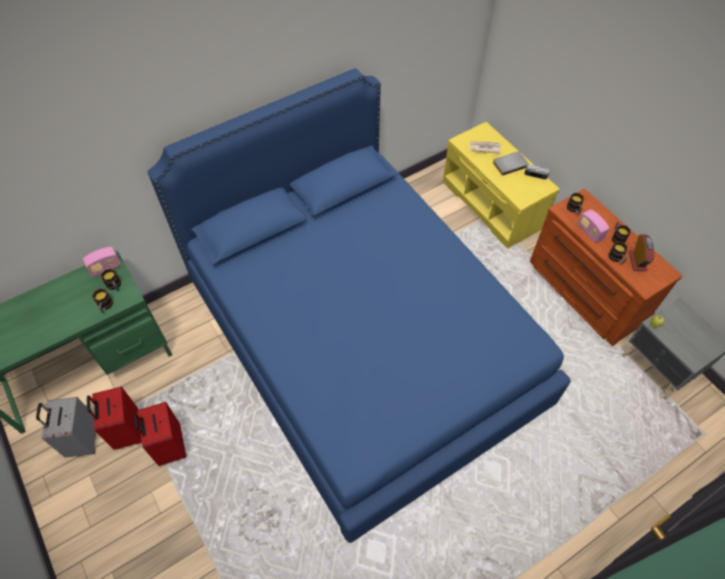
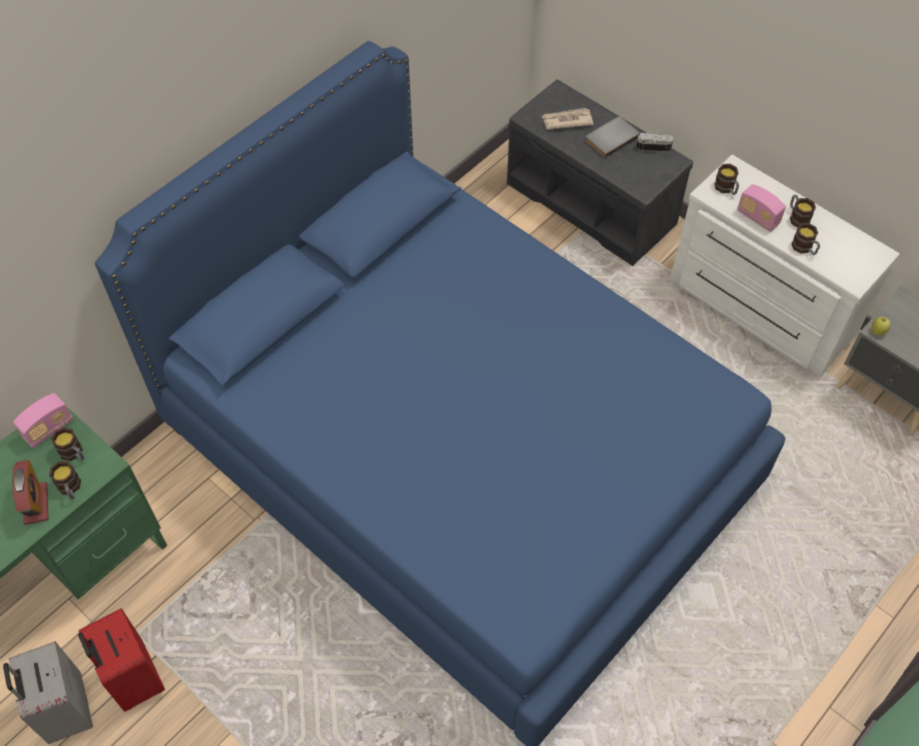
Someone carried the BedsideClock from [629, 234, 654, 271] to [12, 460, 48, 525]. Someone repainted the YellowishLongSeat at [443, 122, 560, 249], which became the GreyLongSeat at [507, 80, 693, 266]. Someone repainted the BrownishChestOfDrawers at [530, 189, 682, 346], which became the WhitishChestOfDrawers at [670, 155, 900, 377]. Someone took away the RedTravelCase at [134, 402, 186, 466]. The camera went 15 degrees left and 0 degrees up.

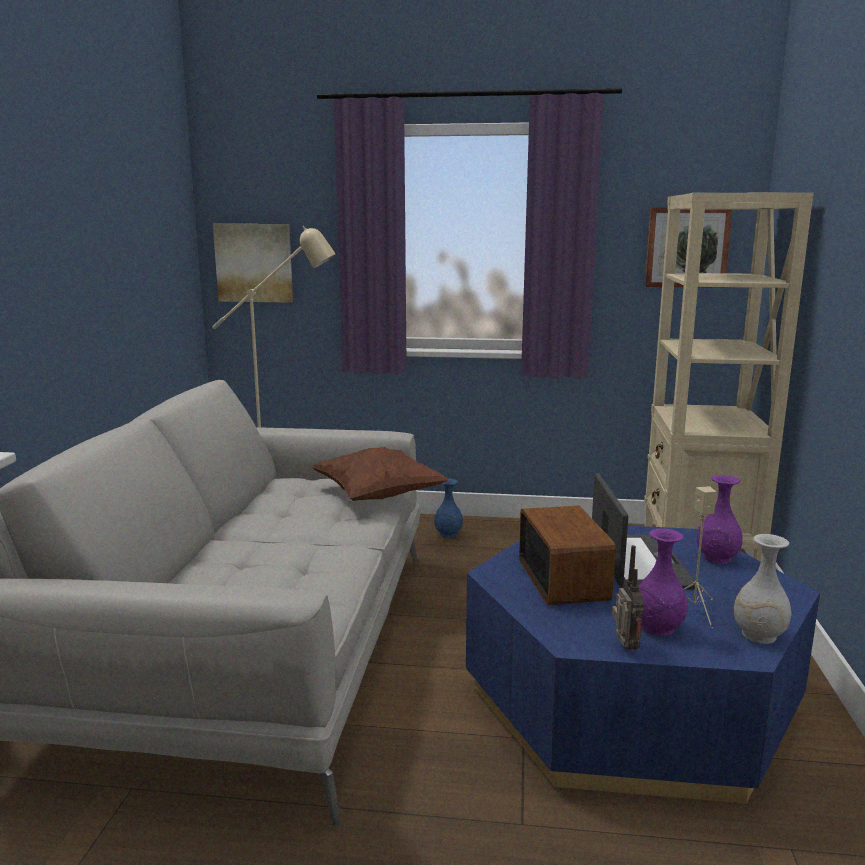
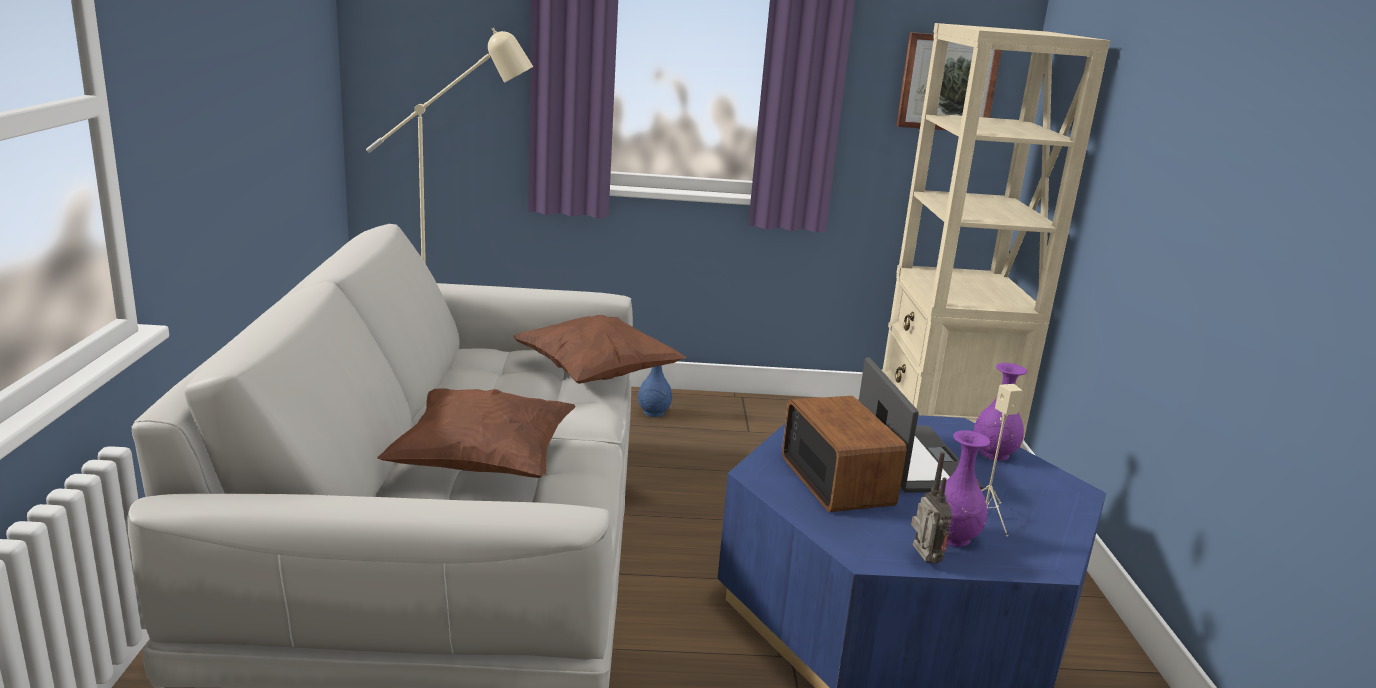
Someone put down the BrownishThrowPillow at [377, 389, 576, 478]. Someone took away the WallPicture at [213, 224, 293, 303]. Someone took away the WhitishDecorativeVase at [734, 534, 791, 644]. The camera went 10 degrees left and 5 degrees up.

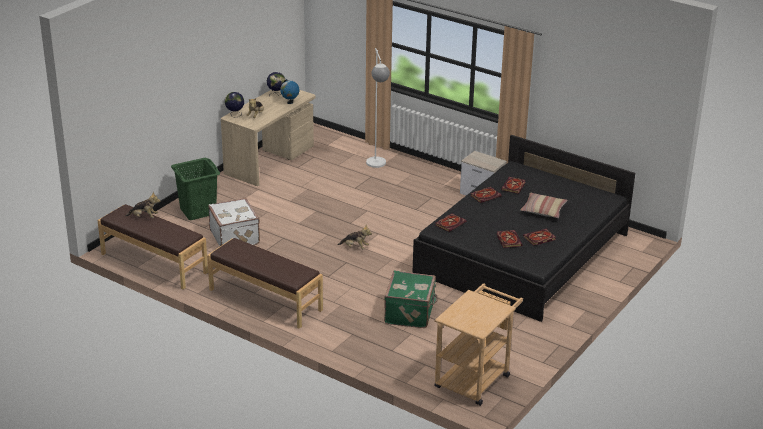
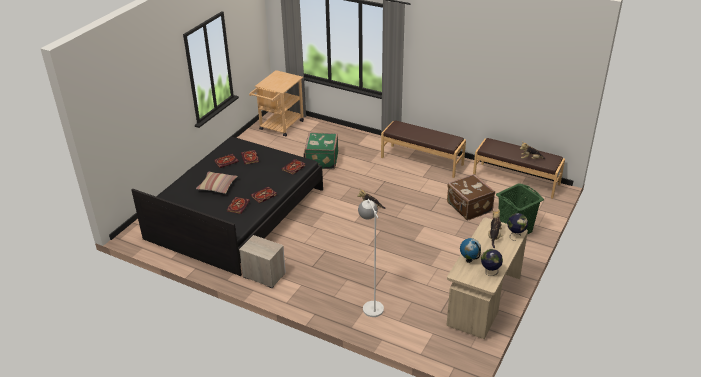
Someone repainted the WhitishTravelCase at [208, 198, 260, 246], which became the BrownishTravelCase at [447, 174, 495, 220]. The camera went 175 degrees right and 5 degrees up.

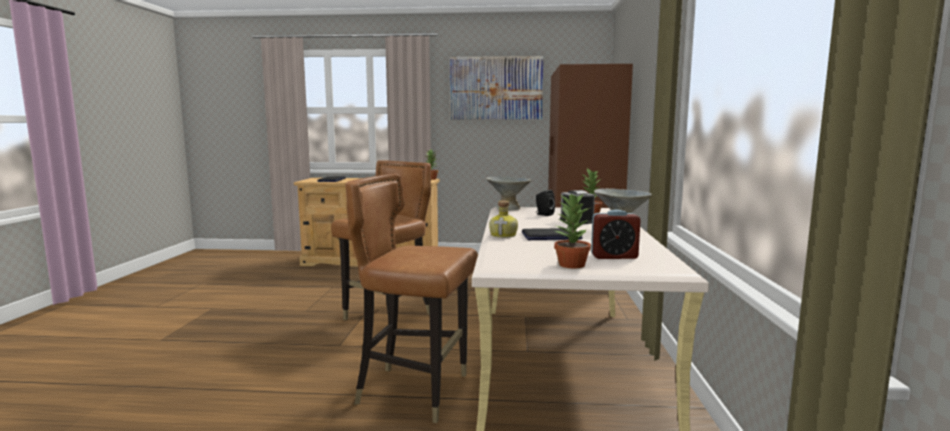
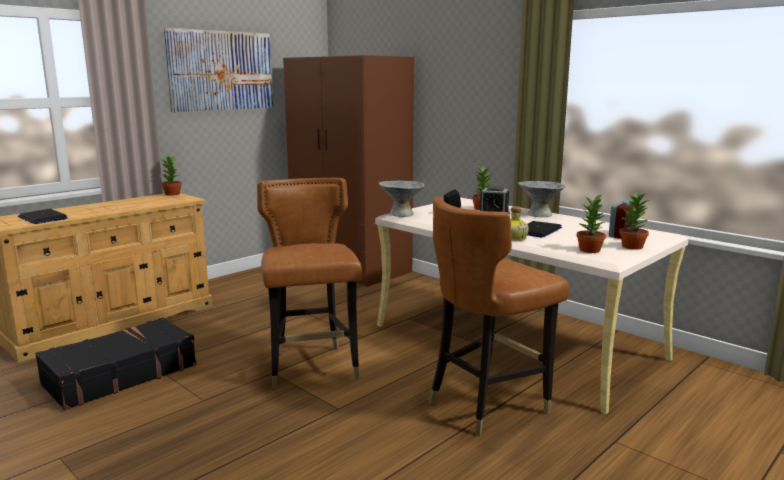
Someone put down the BlackishTravelCase at [35, 317, 197, 410]. Someone put down the Houseplant at [577, 194, 607, 253]. The camera went 50 degrees left and 5 degrees up.

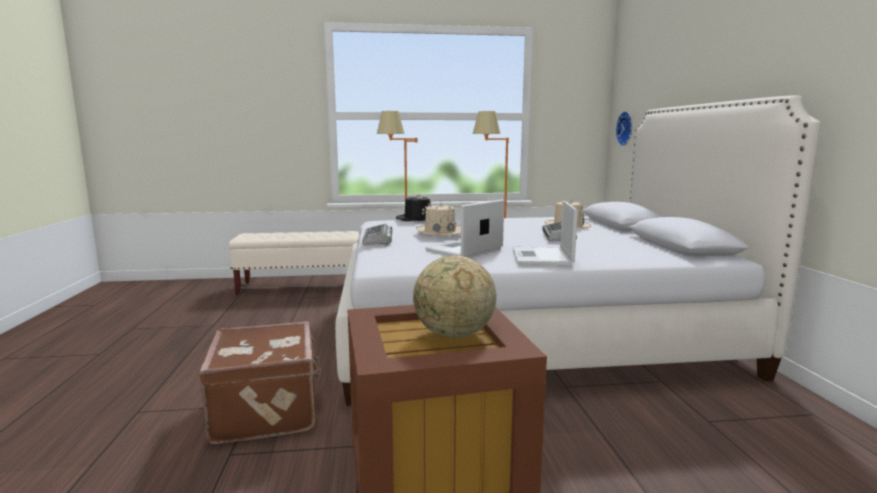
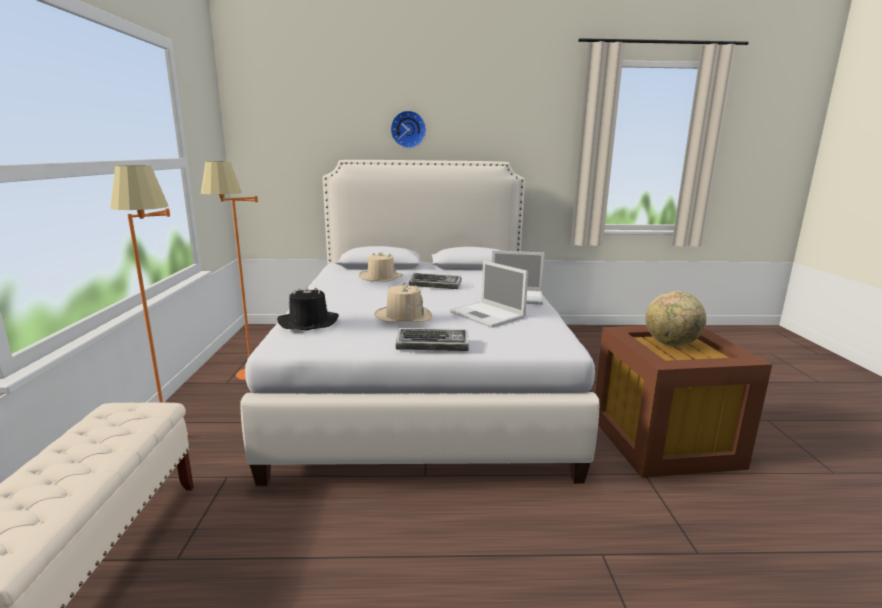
Someone carried the HangingClock from [616, 111, 632, 146] to [390, 110, 426, 148]. Someone took away the BrownishTravelCase at [199, 321, 321, 444]. The camera went 85 degrees left and 5 degrees up.

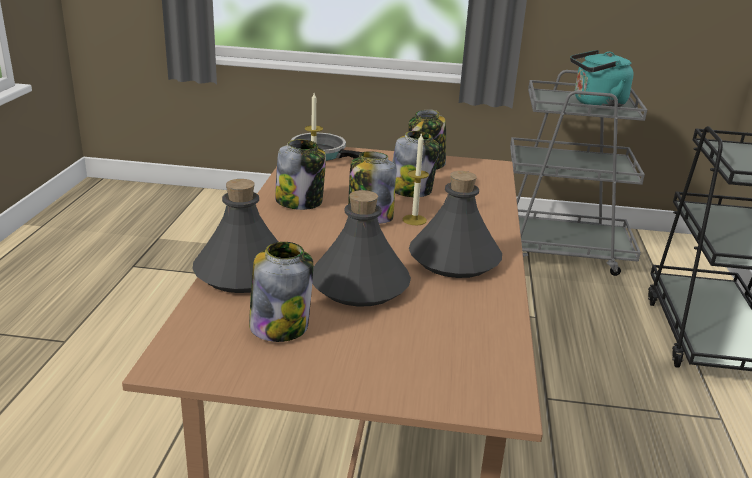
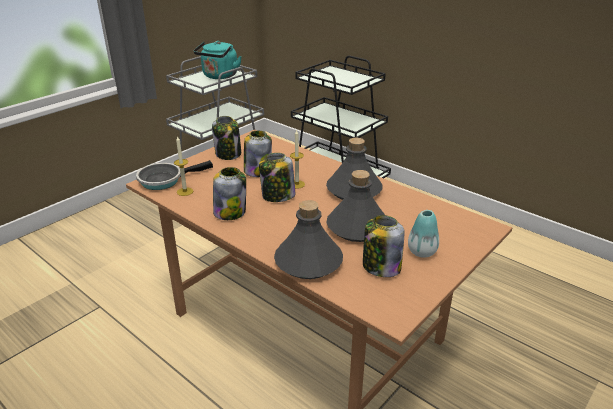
Someone put down the DecorativeVase at [408, 210, 439, 258]. The camera went 55 degrees left and 5 degrees up.

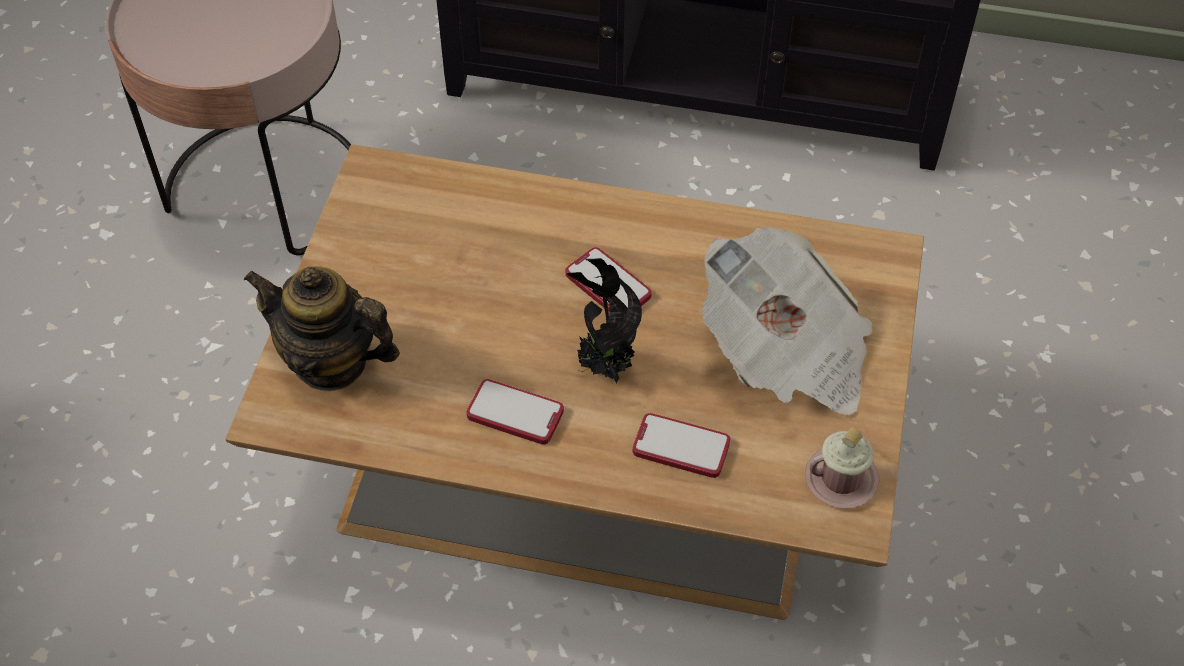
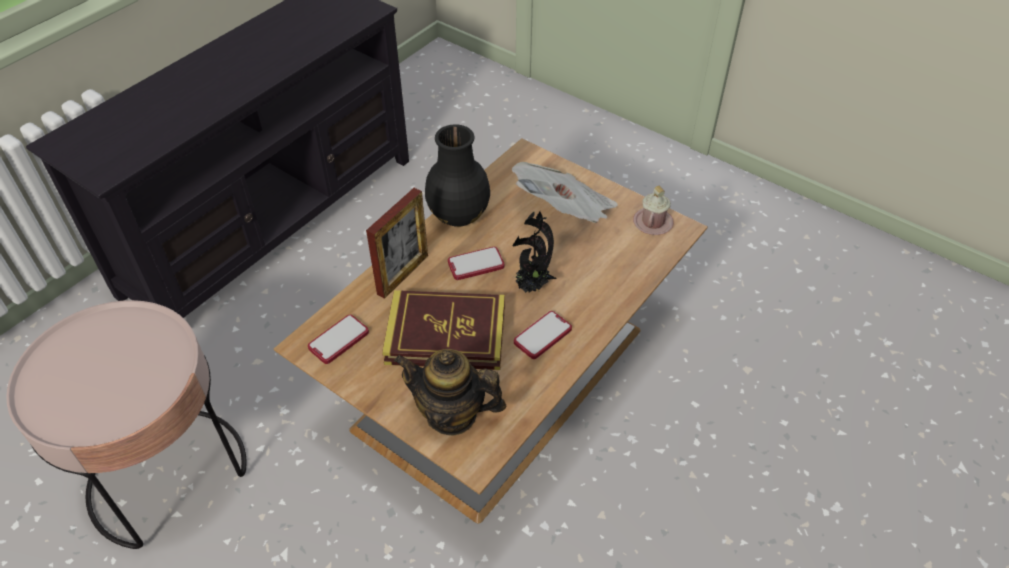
Someone carried the Telephone from [633, 413, 730, 478] to [308, 315, 369, 364]. Someone put down the PictureFrame at [366, 188, 428, 299]. Someone put down the BoundBook at [382, 290, 505, 370]. Someone rotated the Teapot at [244, 266, 400, 391] by 60 degrees clockwise. Someone put down the BlackishDecorativeVase at [425, 124, 490, 227]. The camera went 65 degrees left and 5 degrees down.

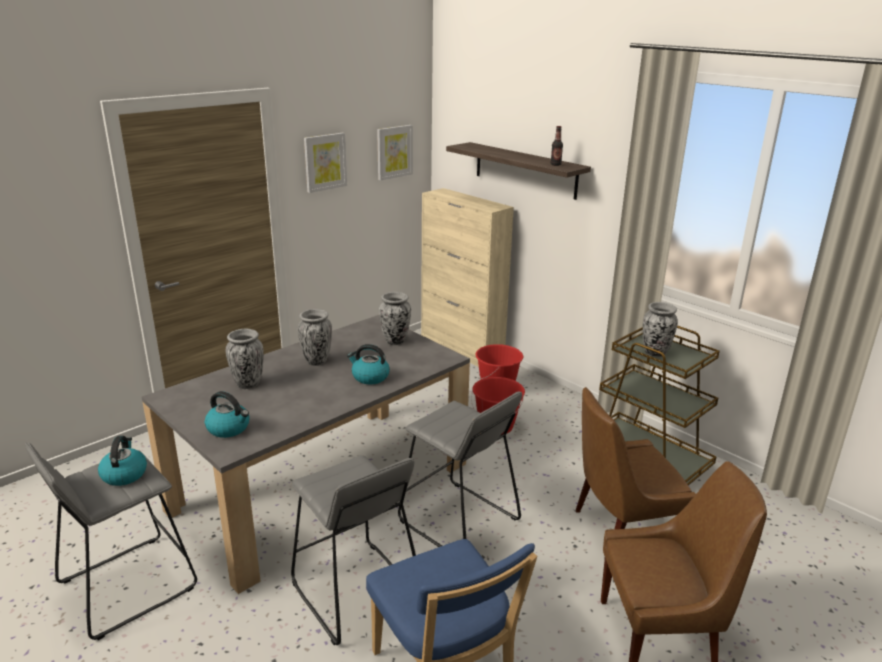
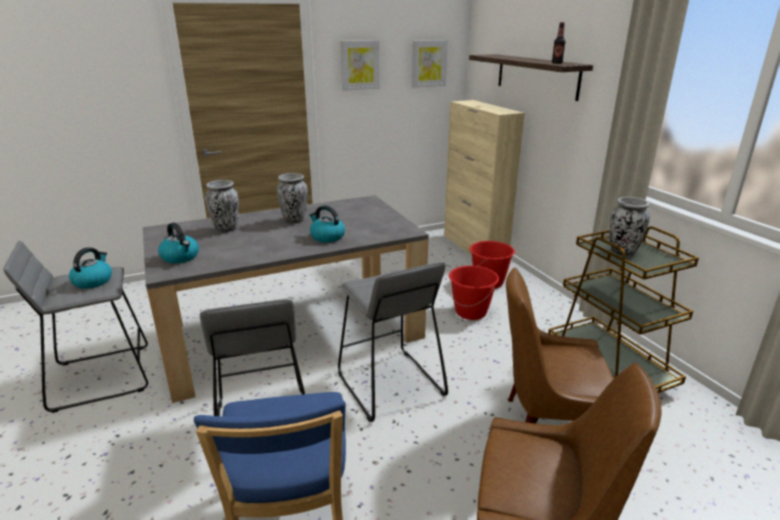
Someone took away the DecorativeVase at [379, 292, 411, 345]. The camera went 20 degrees right and 0 degrees up.

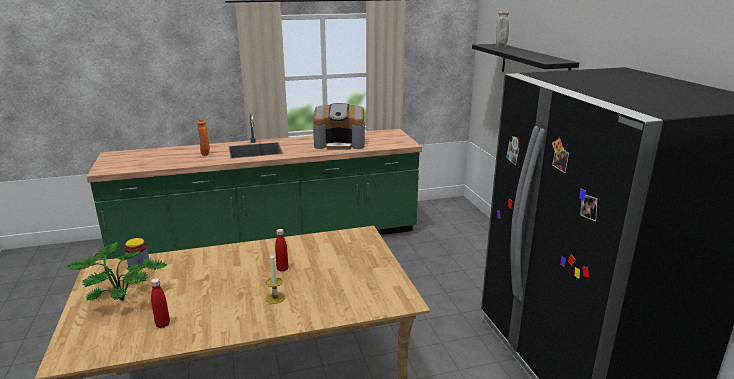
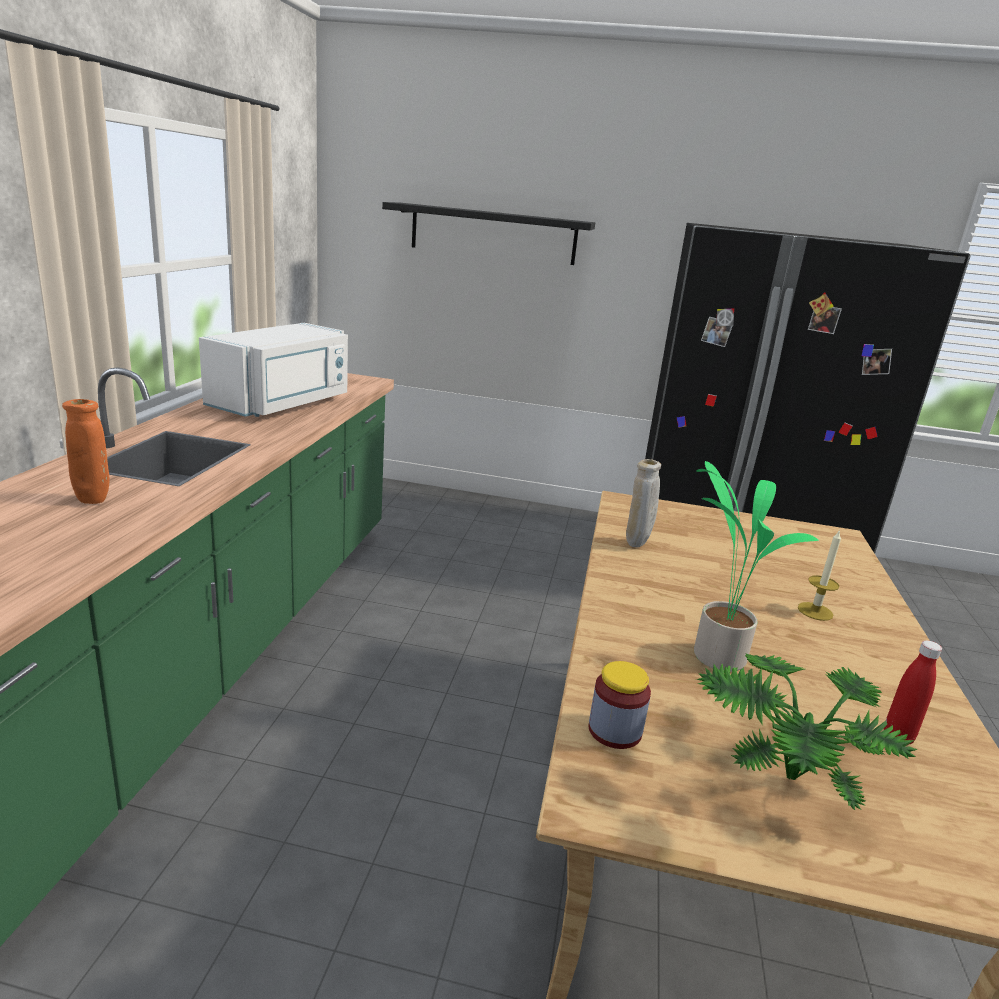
Someone swapped the CoffeeMachine at [313, 103, 365, 150] for the WhitishKitchenMicrowave at [199, 323, 348, 417]. Someone carried the BeigeDecorativeVase from [496, 11, 509, 48] to [626, 459, 661, 547]. Someone put down the Houseplant at [694, 461, 819, 672]. Someone took away the RedDrinkBottle at [275, 229, 288, 272]. The camera went 65 degrees left and 0 degrees up.

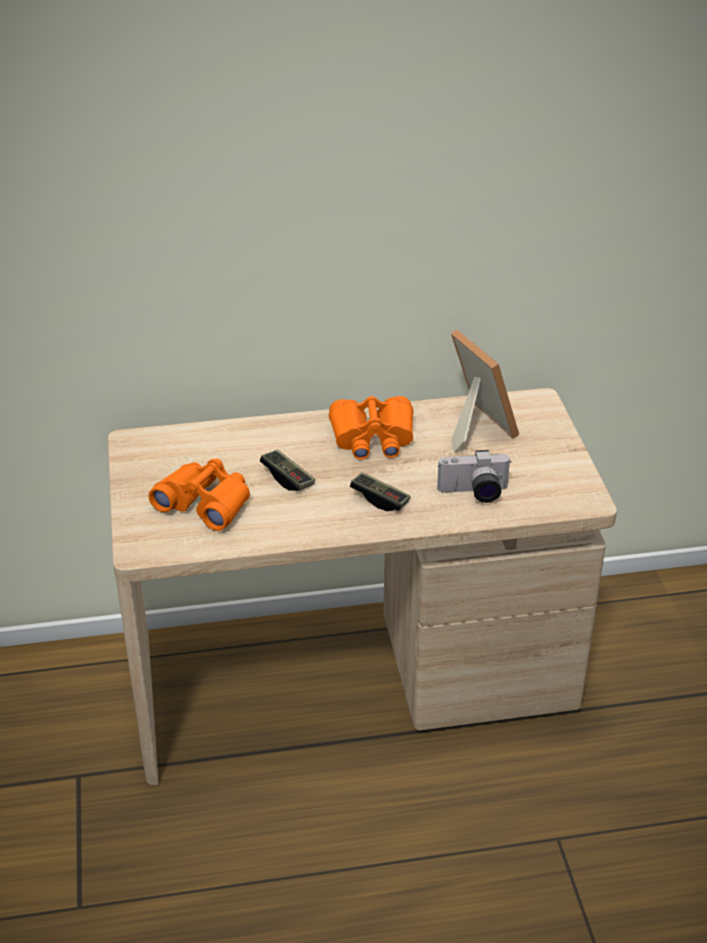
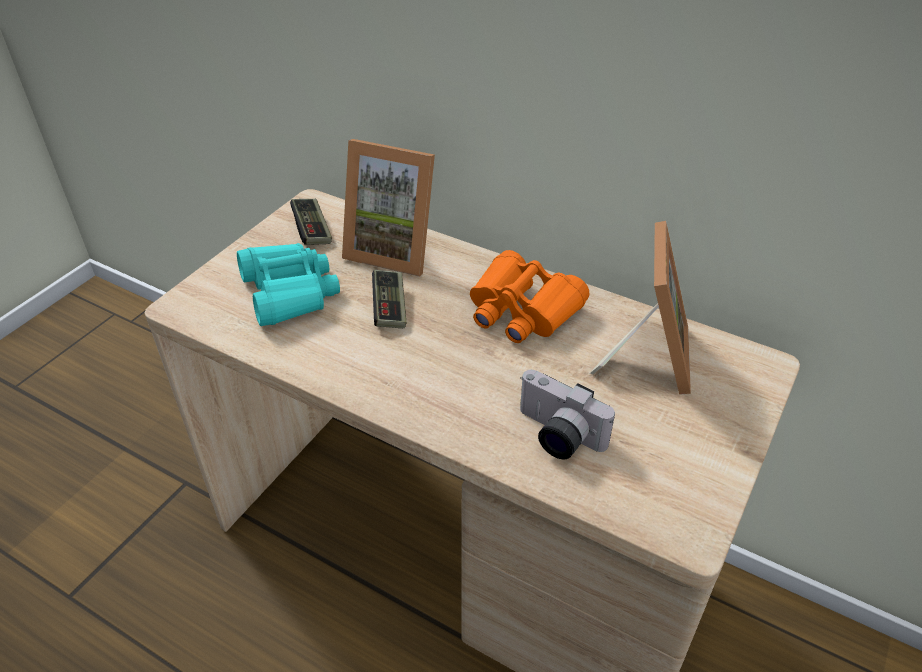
Someone repainted the OrangeyPairOfBinoculars at [148, 458, 250, 531], which became the TurquoiseColouredPairOfBinoculars at [237, 243, 340, 326]. Someone carried the Gamepad from [350, 472, 410, 511] to [290, 199, 332, 245]. Someone put down the PictureFrame at [342, 139, 435, 277]. The camera went 40 degrees right and 5 degrees up.

